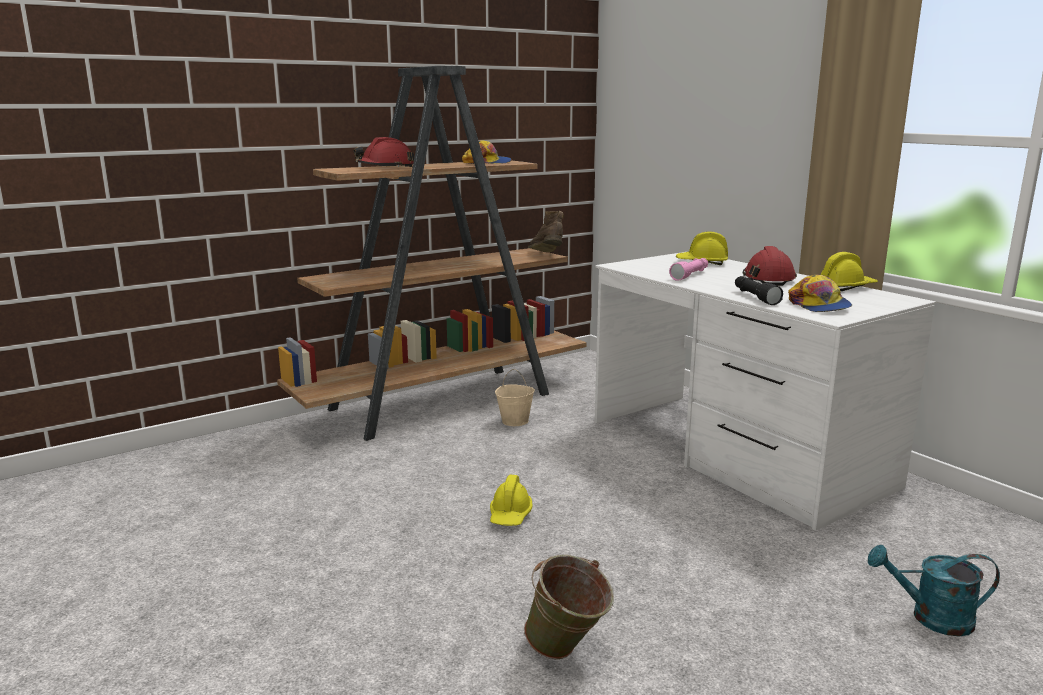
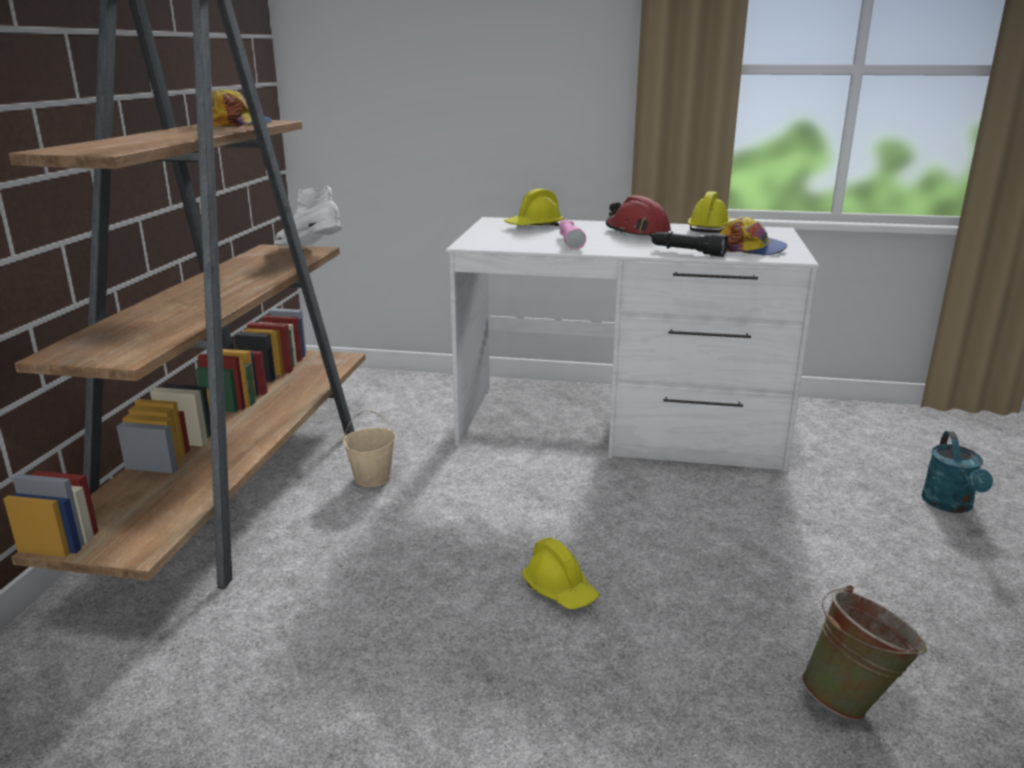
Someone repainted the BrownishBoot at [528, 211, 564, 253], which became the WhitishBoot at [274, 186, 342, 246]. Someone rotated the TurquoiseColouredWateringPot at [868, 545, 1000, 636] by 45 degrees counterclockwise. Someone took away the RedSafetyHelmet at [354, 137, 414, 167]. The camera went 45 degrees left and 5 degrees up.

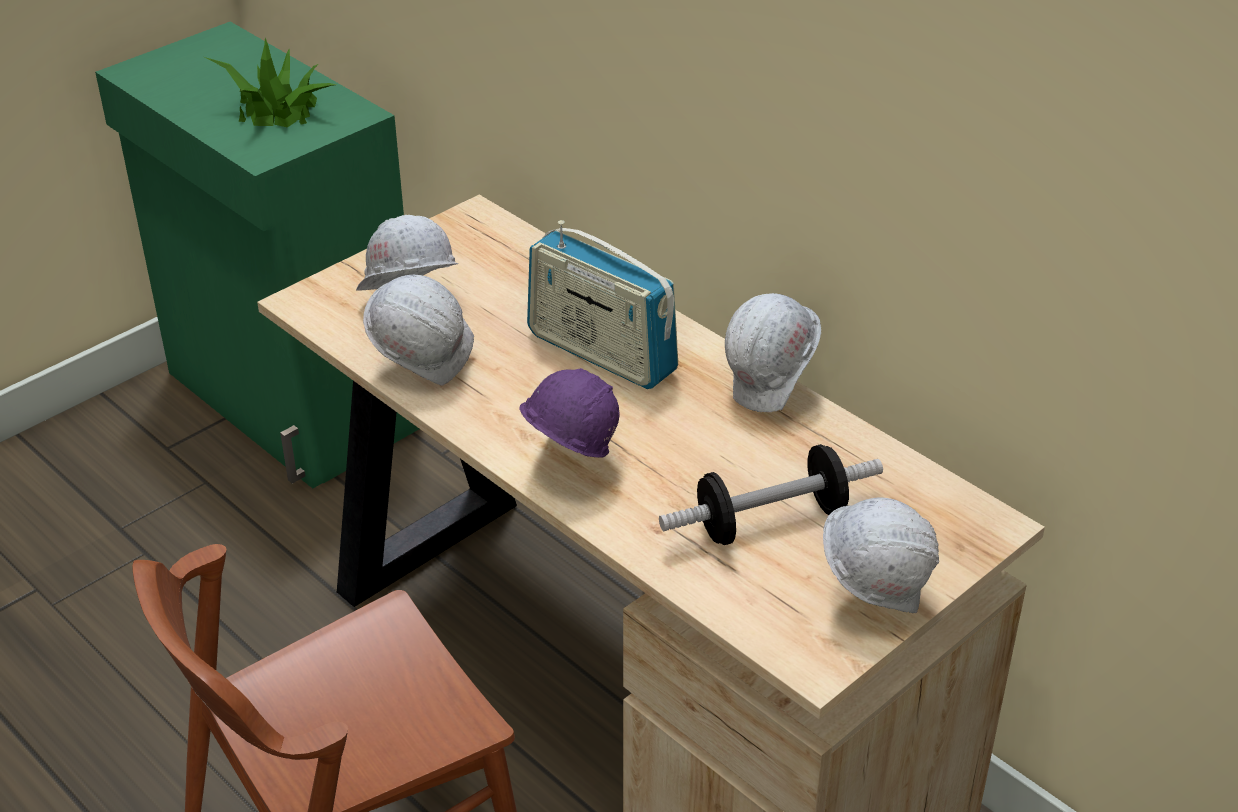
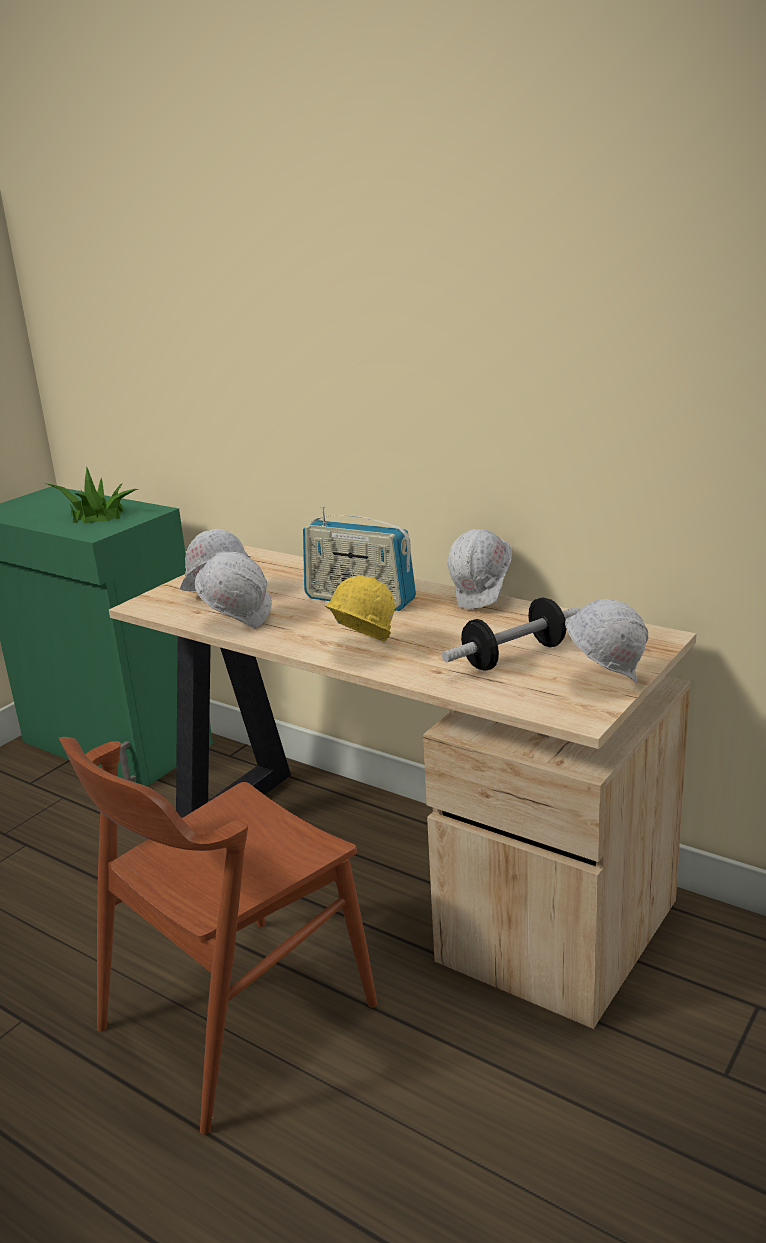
Someone repainted the PurpleColouredSafetyHelmet at [519, 368, 619, 458], which became the YellowishSafetyHelmet at [325, 575, 395, 641]. The camera went 10 degrees left and 15 degrees down.

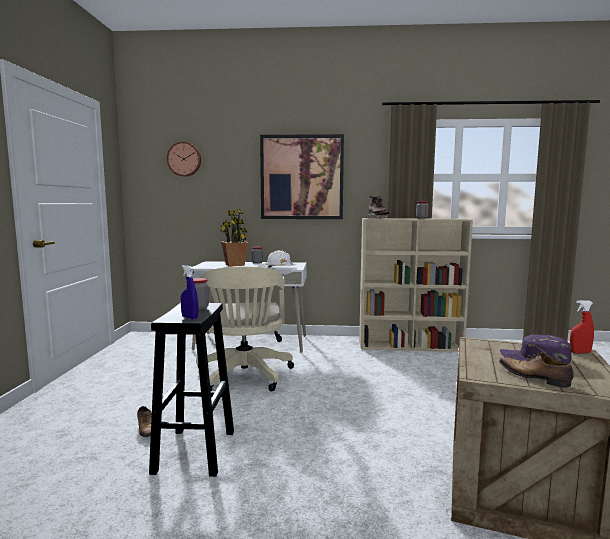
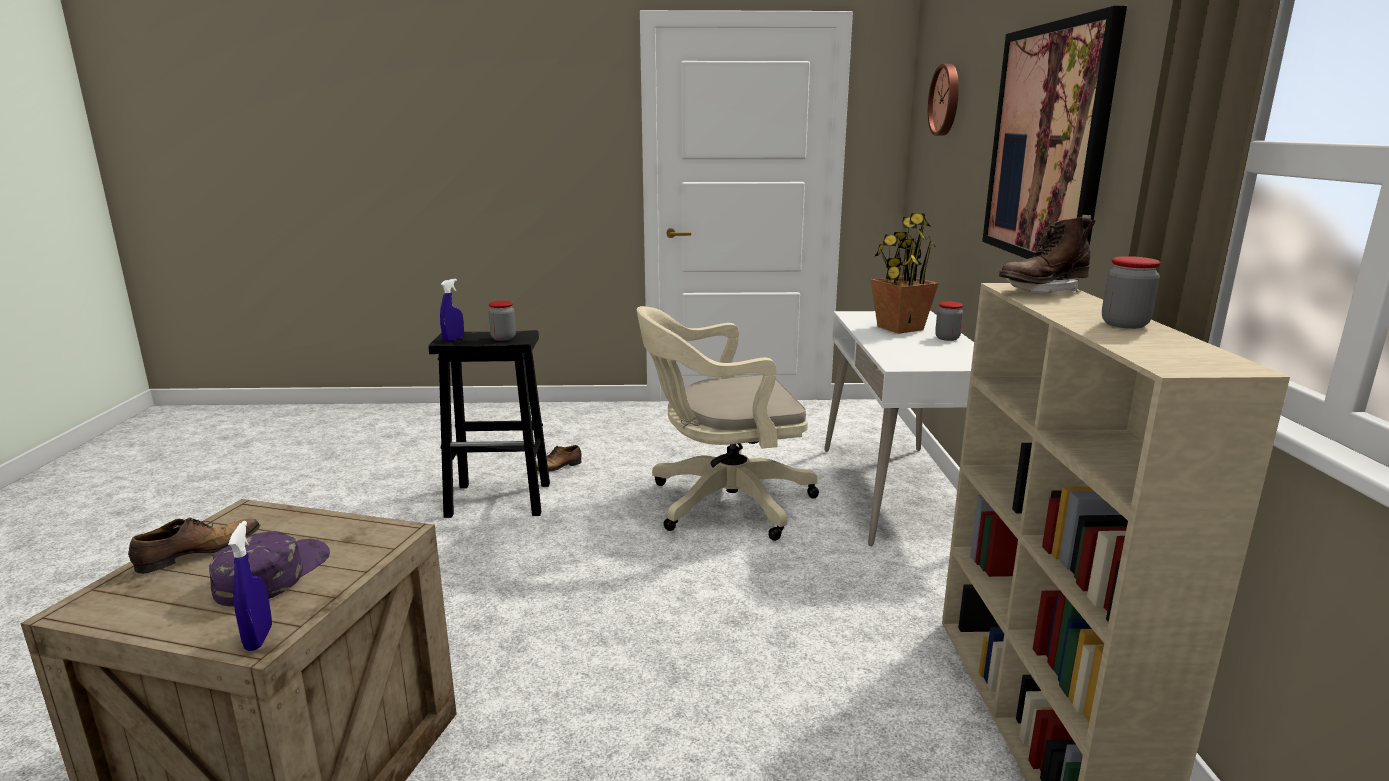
Someone repainted the RedSprayer at [570, 300, 594, 353], which became the BlueSprayer at [228, 521, 272, 651]. Someone took away the WhitishSafetyHelmet at [266, 250, 296, 268]. The camera went 85 degrees right and 10 degrees up.

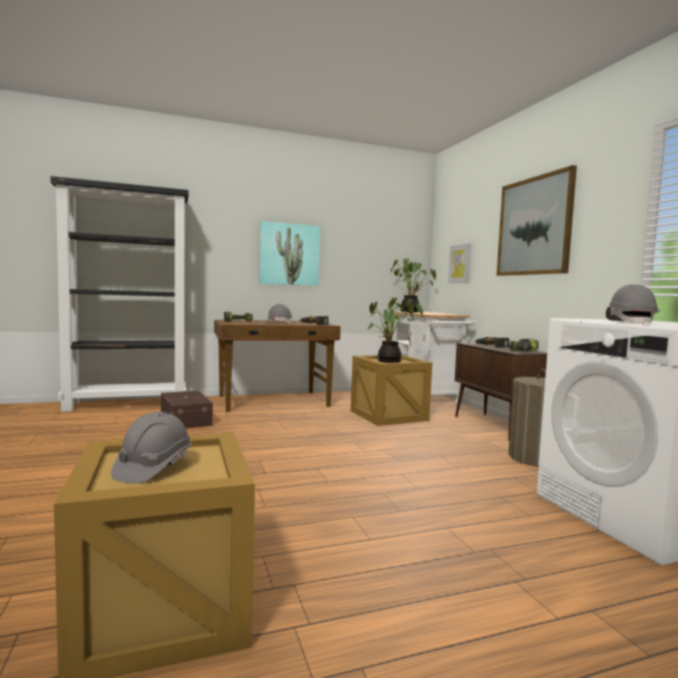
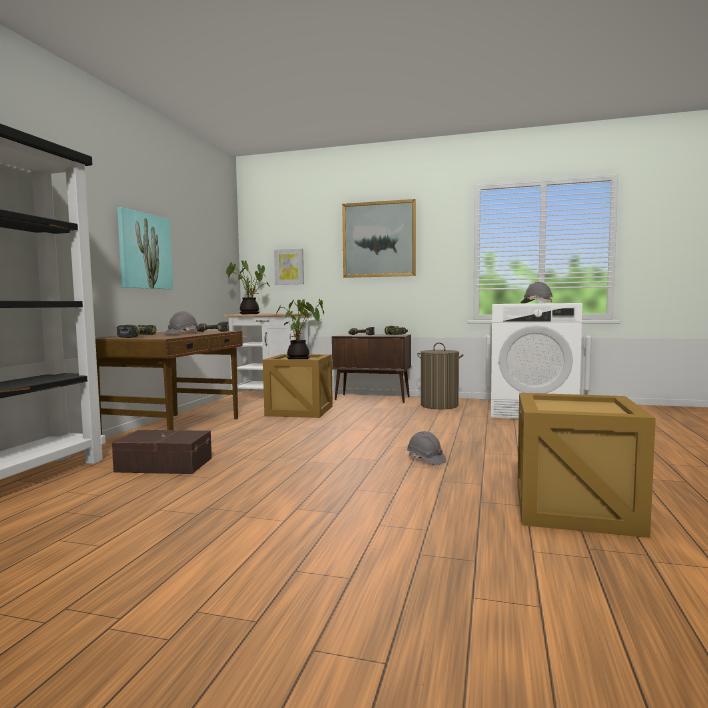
Someone carried the GreySafetyHelmet from [111, 412, 192, 484] to [407, 431, 446, 465]. The camera went 55 degrees left and 0 degrees up.

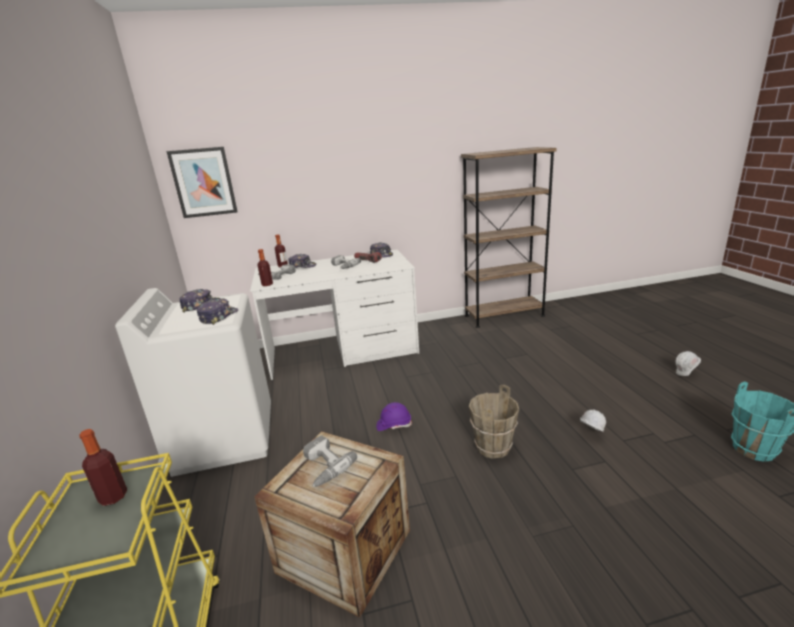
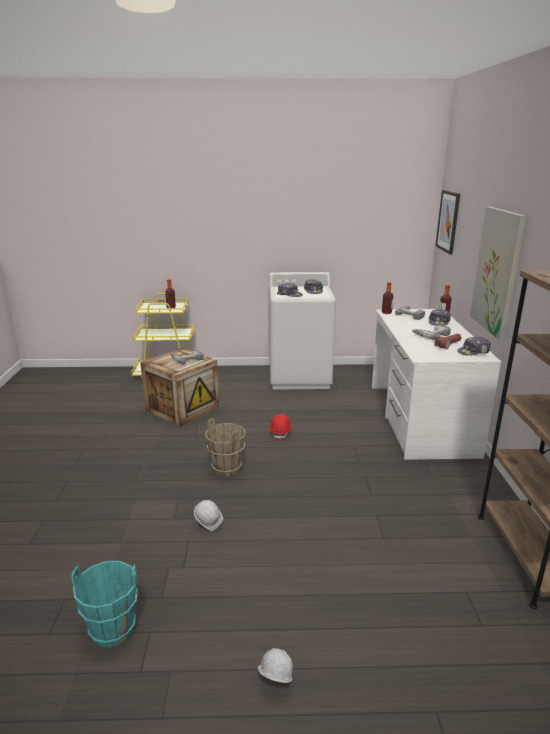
Someone repainted the PurpleColouredSafetyHelmet at [376, 402, 412, 431], which became the RedSafetyHelmet at [269, 414, 292, 440]. Someone put up the WallPicture at [470, 207, 526, 340]. The camera went 100 degrees right and 0 degrees up.

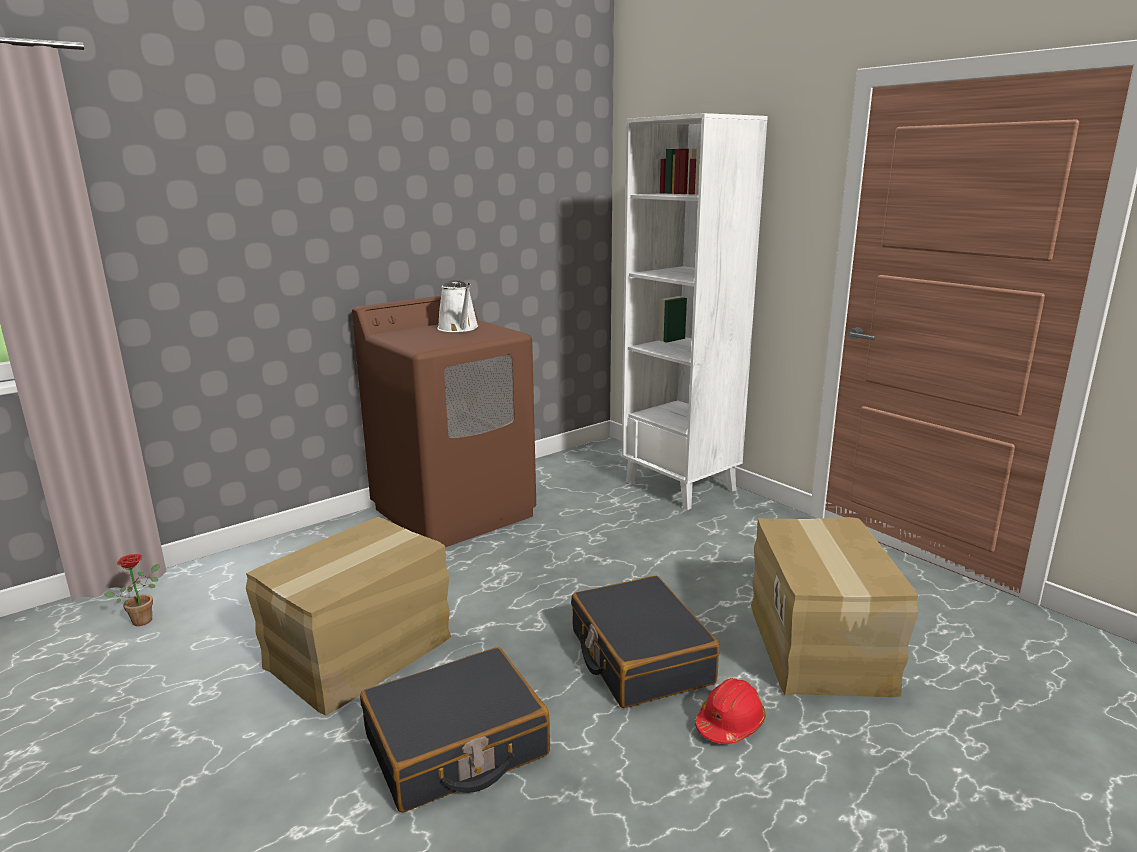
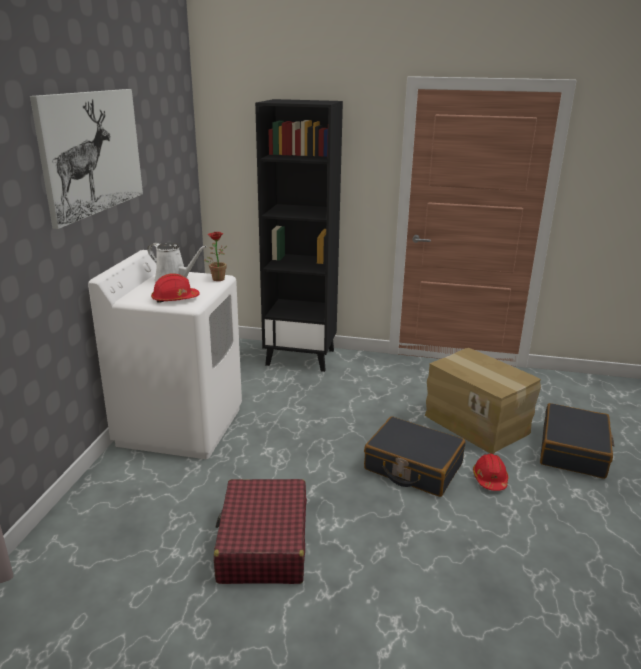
Someone put up the WallPicture at [30, 89, 143, 229]. Someone repainted the BrownishLaundryMachine at [352, 296, 536, 547], which became the WhitishLaundryMachine at [88, 250, 242, 459]. Someone put down the RedSafetyHelmet at [151, 273, 200, 303]. Someone carried the Houseplant from [104, 554, 160, 626] to [204, 232, 227, 281]. Someone swapped the PackingBox at [246, 517, 451, 716] for the RedTravelCase at [214, 479, 307, 584]. Someone repainted the WhitishBookcase at [621, 113, 768, 510], which became the BlackishBookcase at [255, 99, 343, 372]. Someone carried the BlackishTravelCase from [360, 647, 550, 813] to [540, 403, 614, 479]. The camera went 40 degrees left and 5 degrees up.

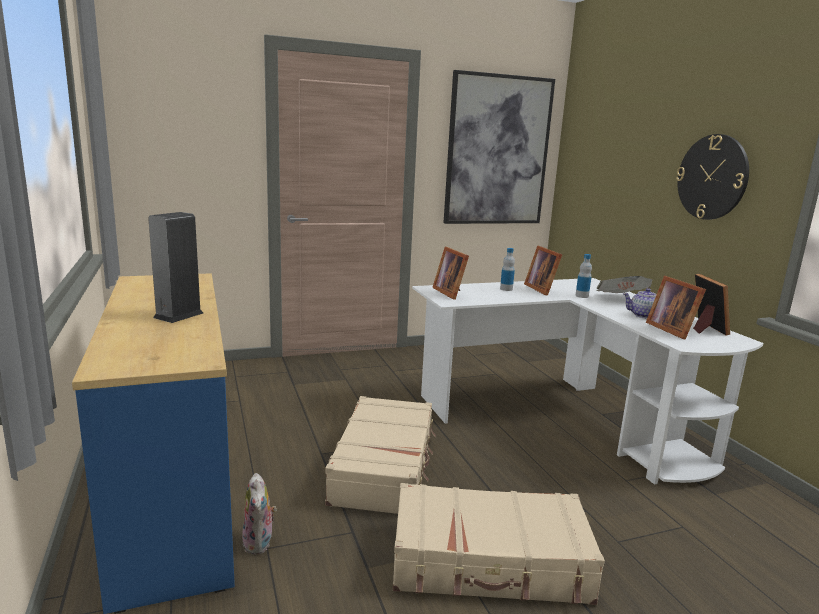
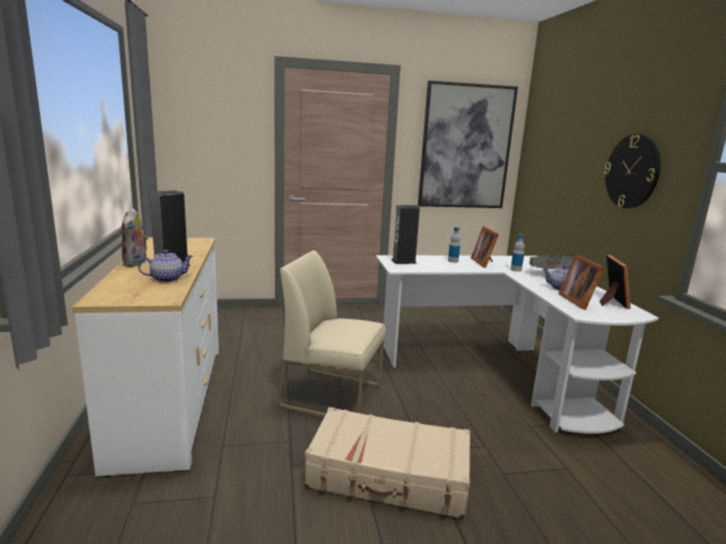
Someone repainted the BlueChestOfDrawers at [72, 273, 235, 614], which became the WhitishChestOfDrawers at [72, 237, 219, 477]. Someone carried the SoftToy from [242, 473, 277, 555] to [122, 208, 148, 267]. Someone put down the Teapot at [138, 250, 193, 282]. Someone swapped the BeigeTravelCase at [325, 396, 436, 514] for the BeigeChair at [277, 250, 386, 418]. Someone swapped the PictureFrame at [432, 246, 469, 300] for the AudioSpeaker at [392, 205, 420, 264]. The camera went 10 degrees right and 0 degrees up.

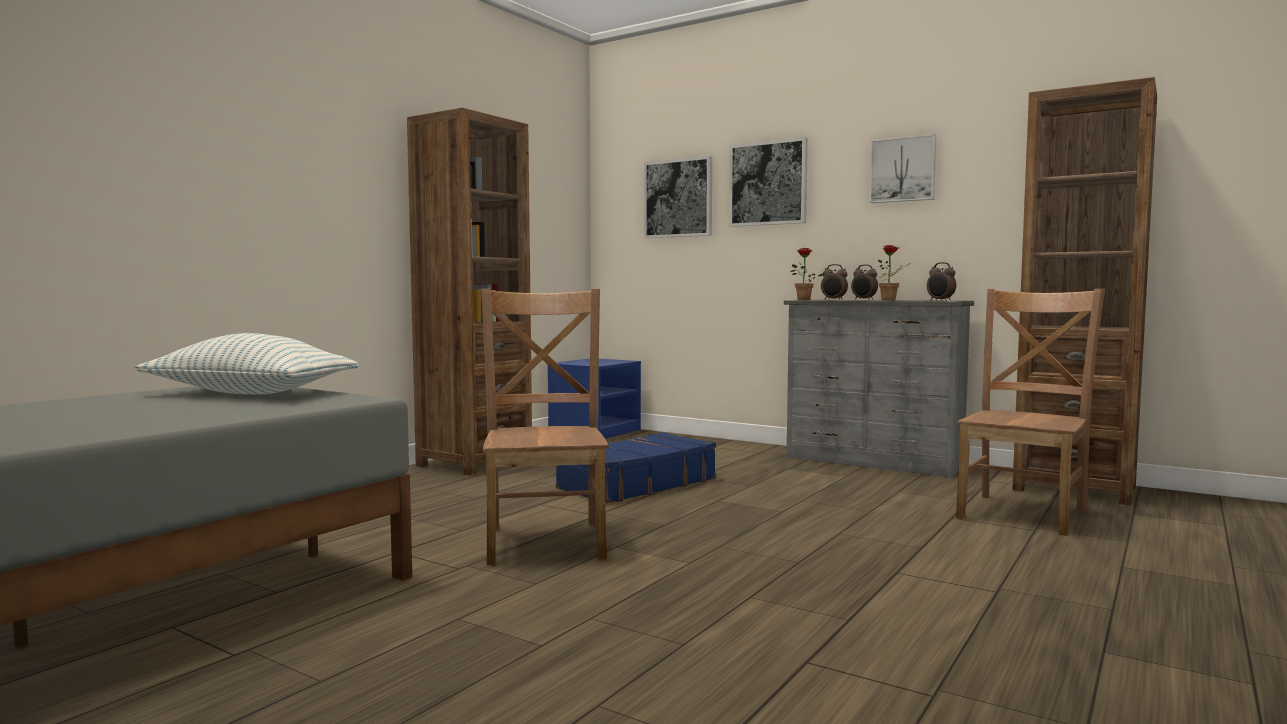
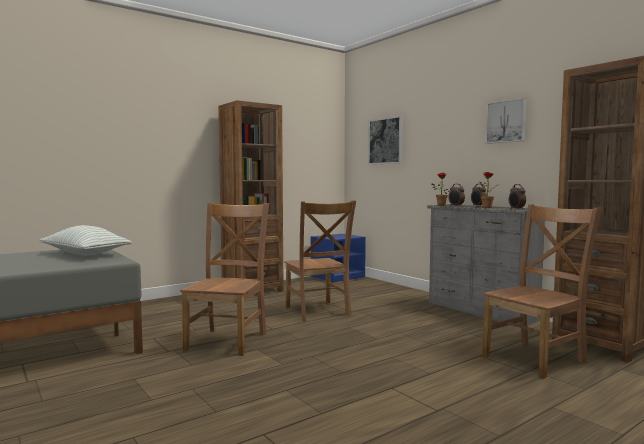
Someone swapped the BlueTravelCase at [556, 432, 716, 503] for the BrownishChair at [284, 200, 356, 321]. Someone took away the WallPicture at [729, 137, 808, 227]. The camera went 20 degrees right and 0 degrees up.

